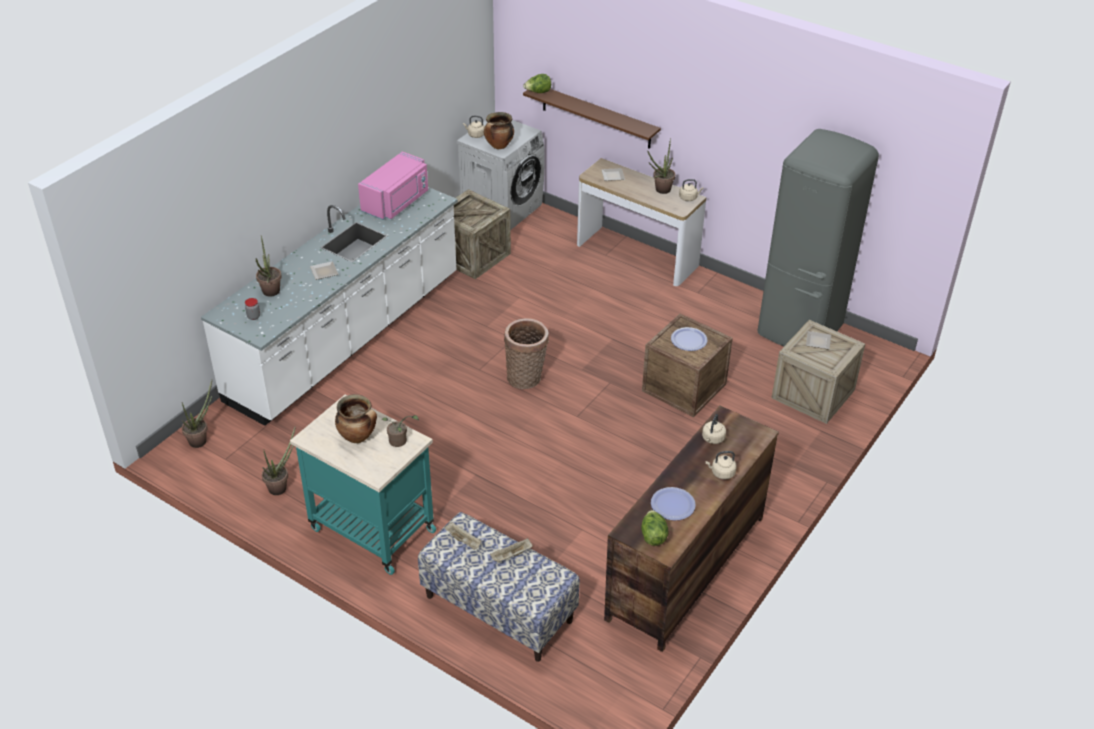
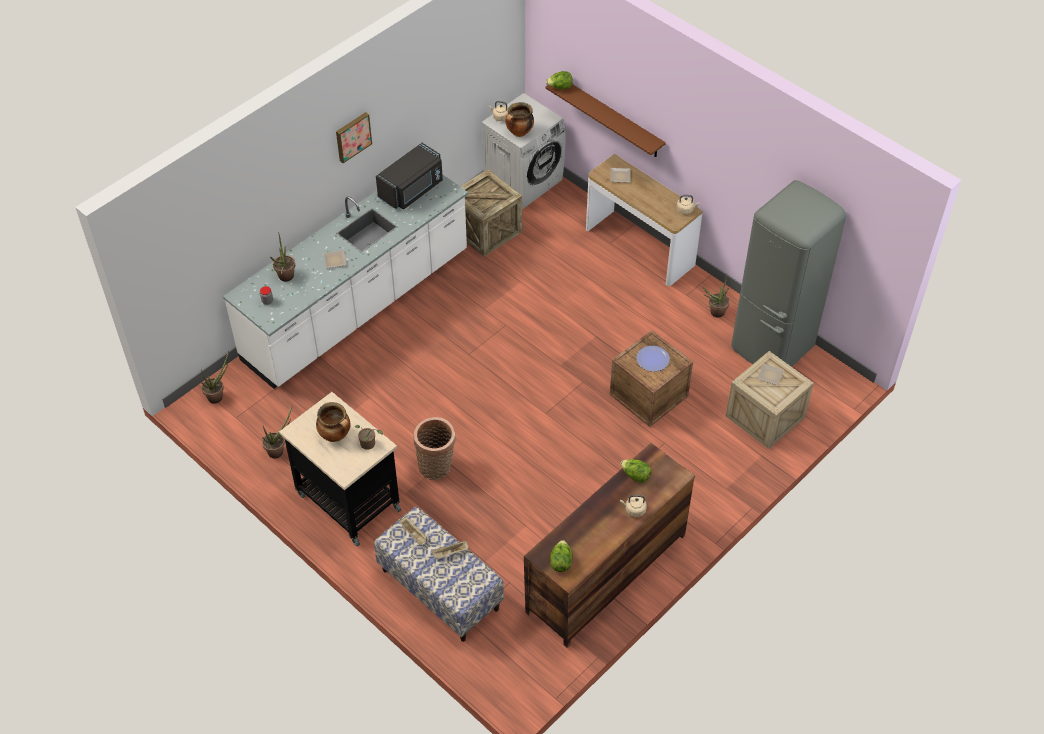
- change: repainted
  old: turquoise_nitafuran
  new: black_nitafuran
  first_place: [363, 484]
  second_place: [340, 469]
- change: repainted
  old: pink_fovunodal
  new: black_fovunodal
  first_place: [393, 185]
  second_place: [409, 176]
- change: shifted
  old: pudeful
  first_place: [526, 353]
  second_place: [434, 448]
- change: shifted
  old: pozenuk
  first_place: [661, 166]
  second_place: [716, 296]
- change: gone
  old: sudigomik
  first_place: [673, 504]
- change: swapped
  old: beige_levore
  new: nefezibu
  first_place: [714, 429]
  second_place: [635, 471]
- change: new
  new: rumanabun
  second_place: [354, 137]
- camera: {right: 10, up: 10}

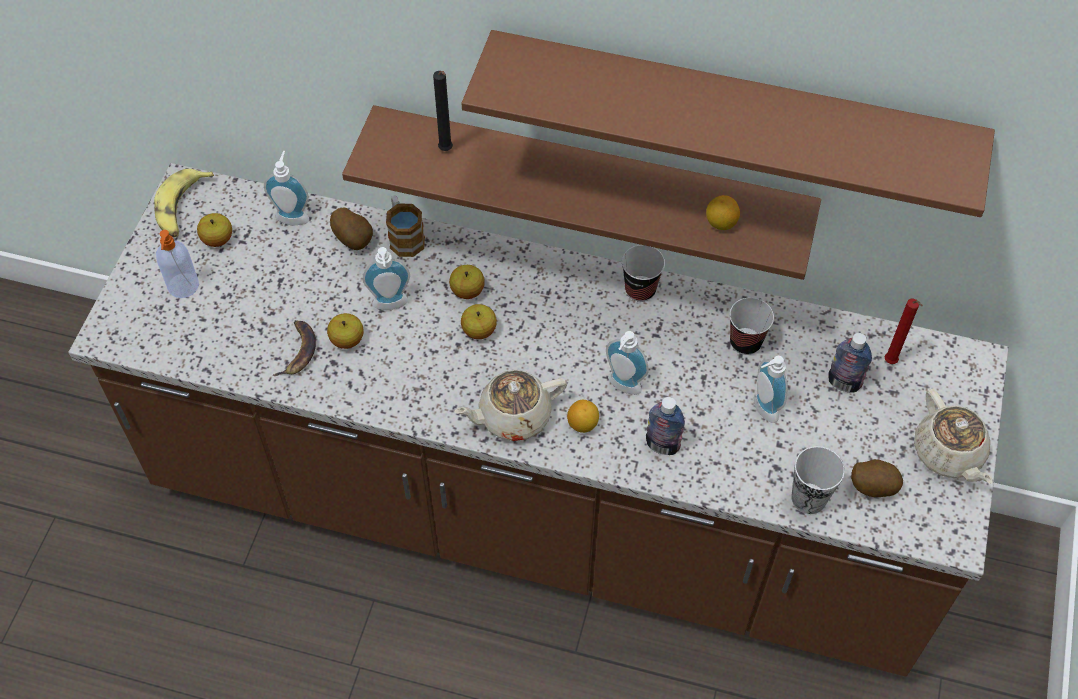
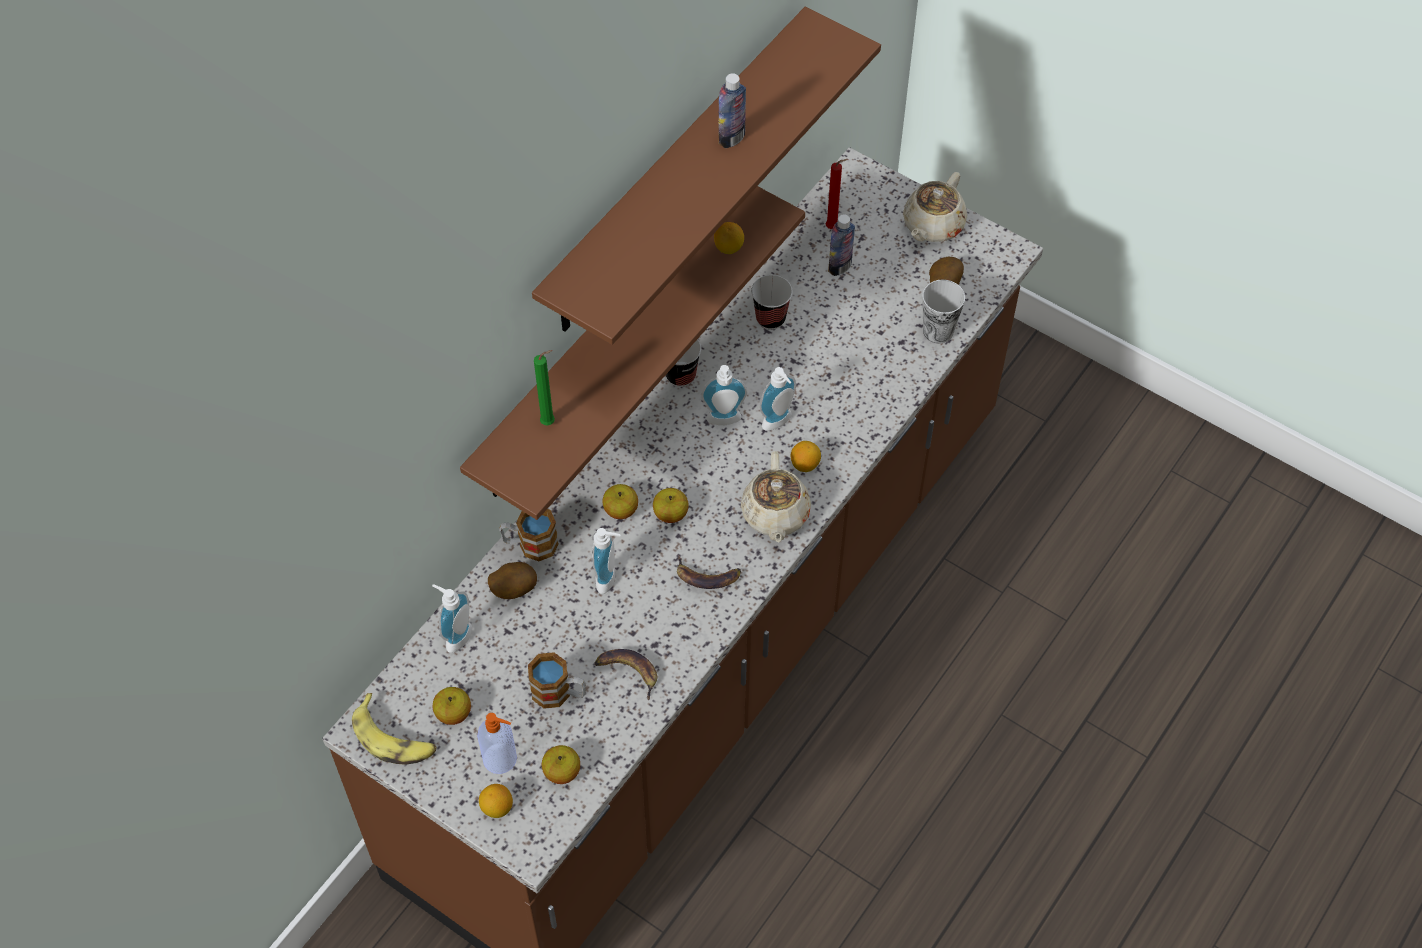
- change: shifted
  old: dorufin
  first_place: [345, 331]
  second_place: [561, 764]
- change: repainted
  old: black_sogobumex
  new: green_sogobumex
  first_place: [443, 111]
  second_place: [544, 388]
- change: shifted
  old: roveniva
  first_place: [665, 426]
  second_place: [732, 110]
- change: shifted
  old: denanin
  first_place: [770, 389]
  second_place: [724, 395]
- change: rotated
  old: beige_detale
  first_place: [953, 436]
  second_place: [935, 207]
  degrees: 120
- change: new
  new: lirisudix
  second_place: [496, 801]
- change: new
  new: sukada
  second_place: [557, 680]
- change: new
  new: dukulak
  second_place: [709, 572]
- camera: {right: -70, up: 0}

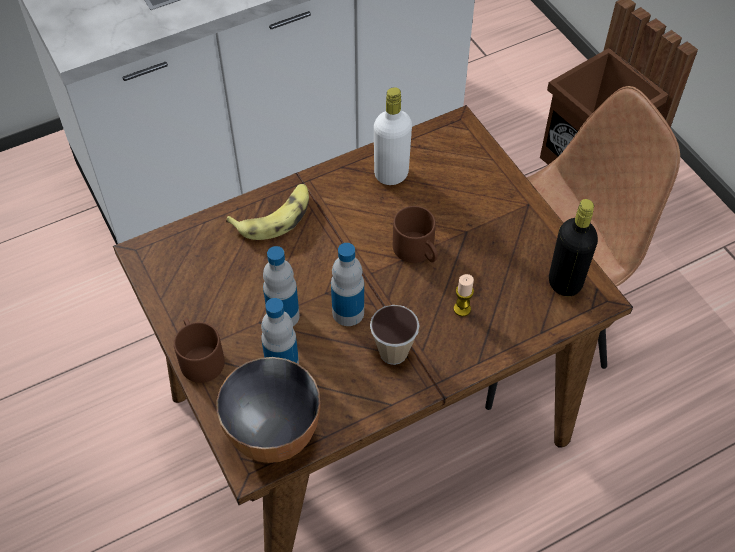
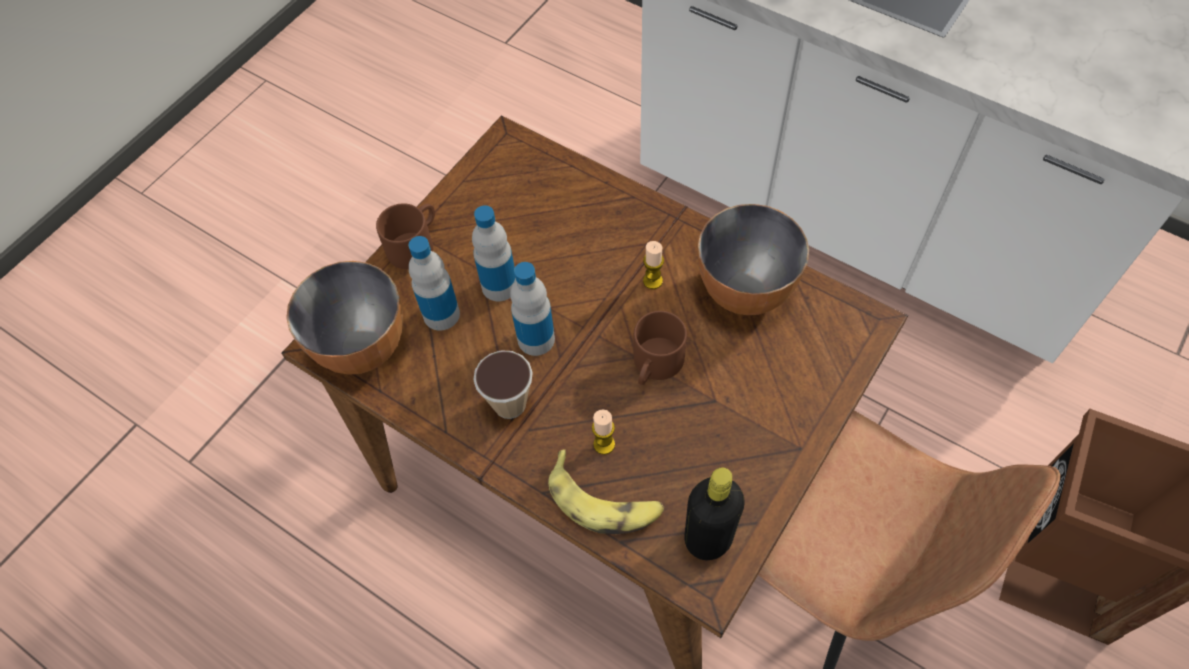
- change: shifted
  old: dukulak
  first_place: [267, 212]
  second_place: [606, 491]
- change: swapped
  old: white_roveniva
  new: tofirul
  first_place: [393, 136]
  second_place: [753, 259]
- change: new
  new: sogobumex
  second_place: [653, 265]
- camera: {right: 65, up: 5}

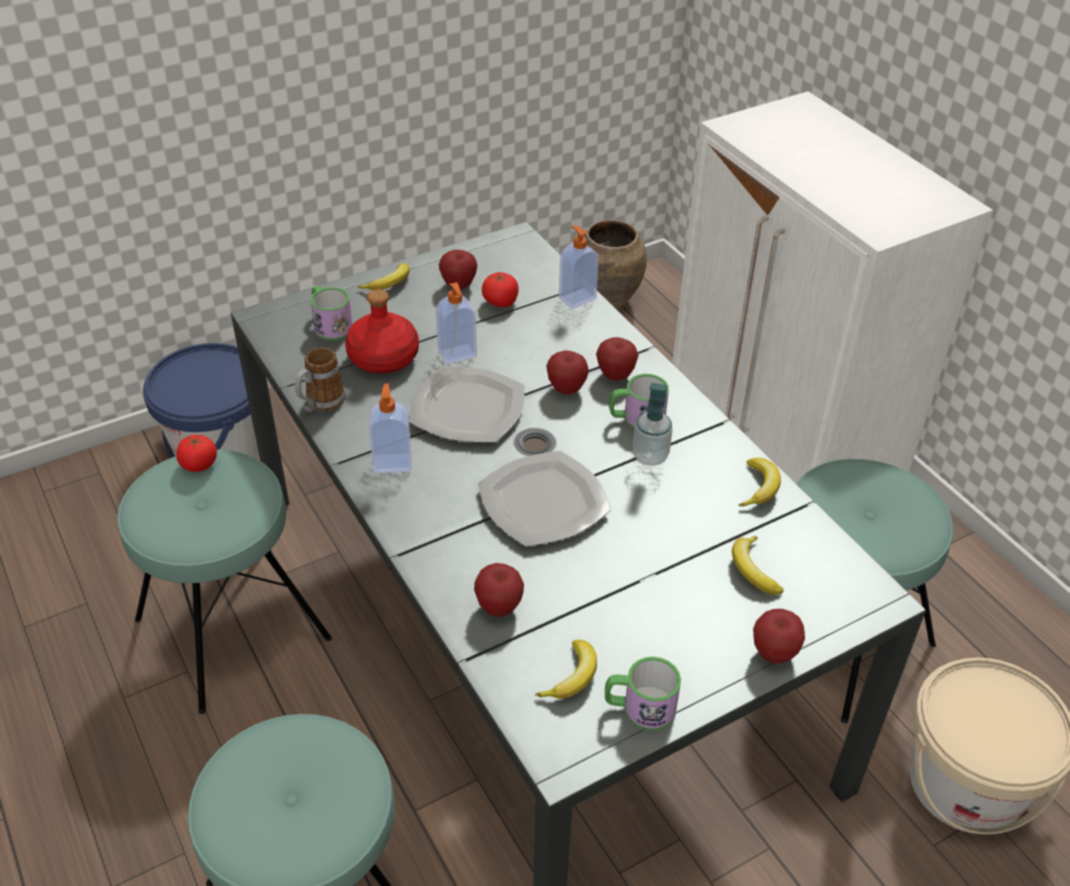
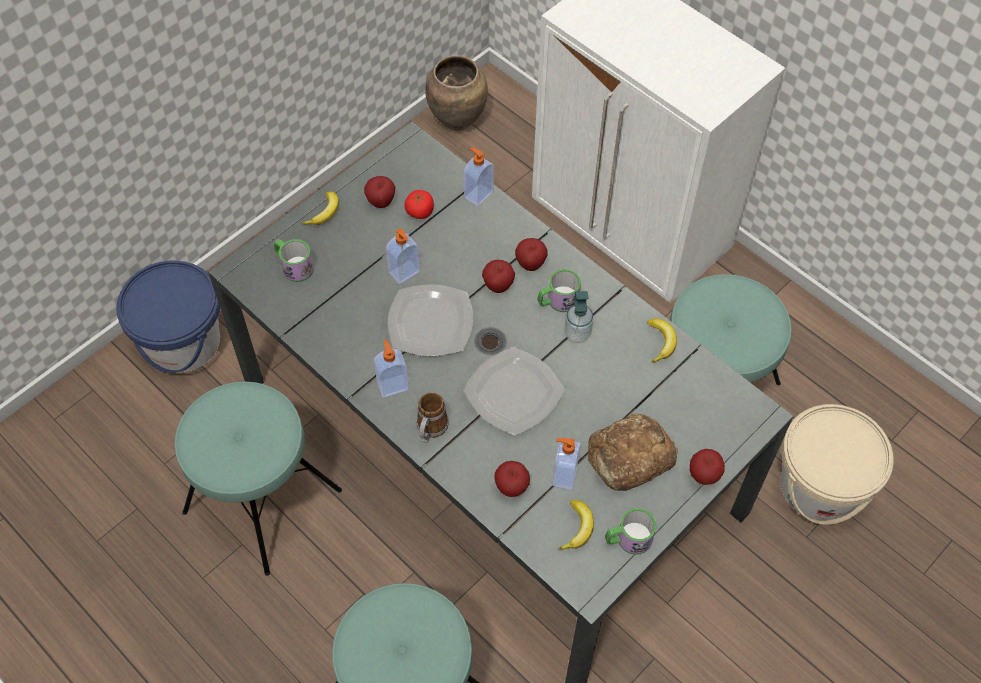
- change: gone
  old: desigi
  first_place: [196, 453]
- change: shifted
  old: sukada
  first_place: [320, 379]
  second_place: [432, 417]
- change: gone
  old: red_roveniva
  first_place: [382, 331]
- change: gone
  old: dukulak
  first_place: [757, 565]
- change: new
  new: denanin
  second_place: [567, 464]
- change: new
  new: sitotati
  second_place: [633, 452]
- camera: {right: -15, up: 15}

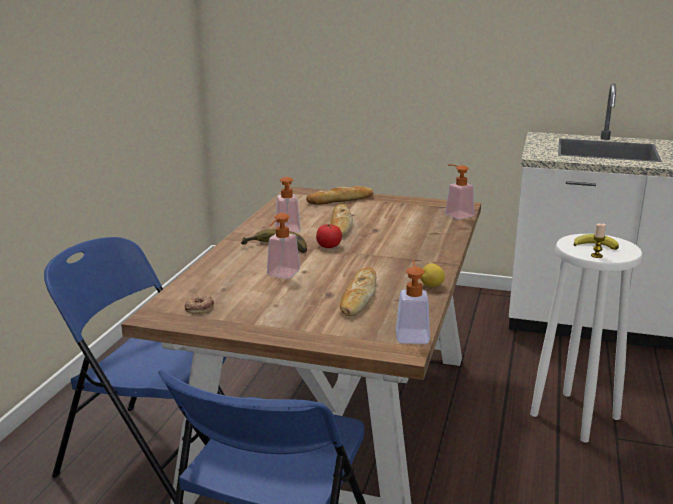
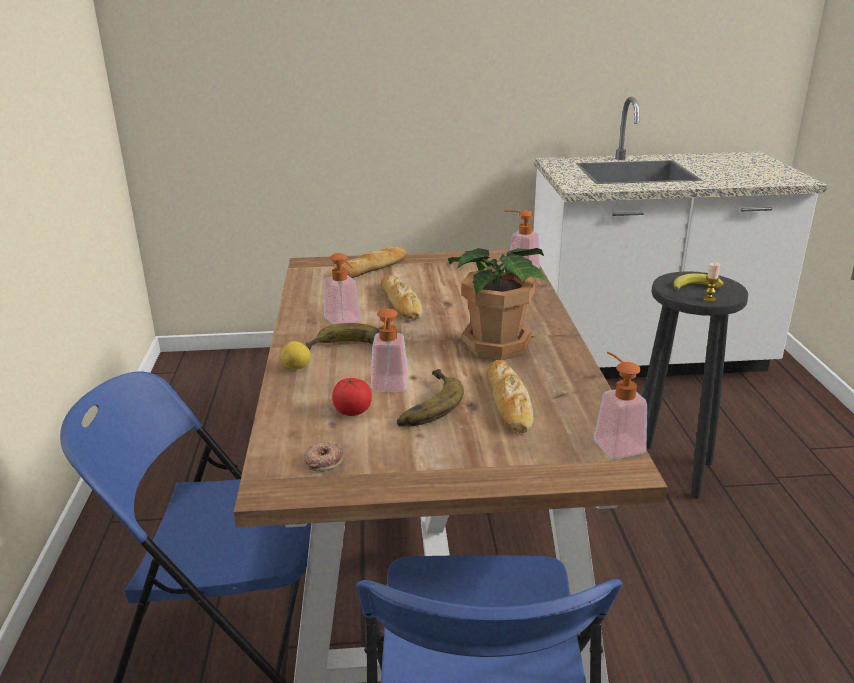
- change: shifted
  old: desigi
  first_place: [329, 236]
  second_place: [352, 397]
- change: shifted
  old: lirisudix
  first_place: [433, 275]
  second_place: [296, 355]
- change: repainted
  old: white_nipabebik
  new: black_nipabebik
  first_place: [586, 338]
  second_place: [695, 385]
- change: new
  new: dukulak
  second_place: [430, 398]
- change: new
  new: pozenuk
  second_place: [498, 304]
- camera: {right: -20, up: 5}

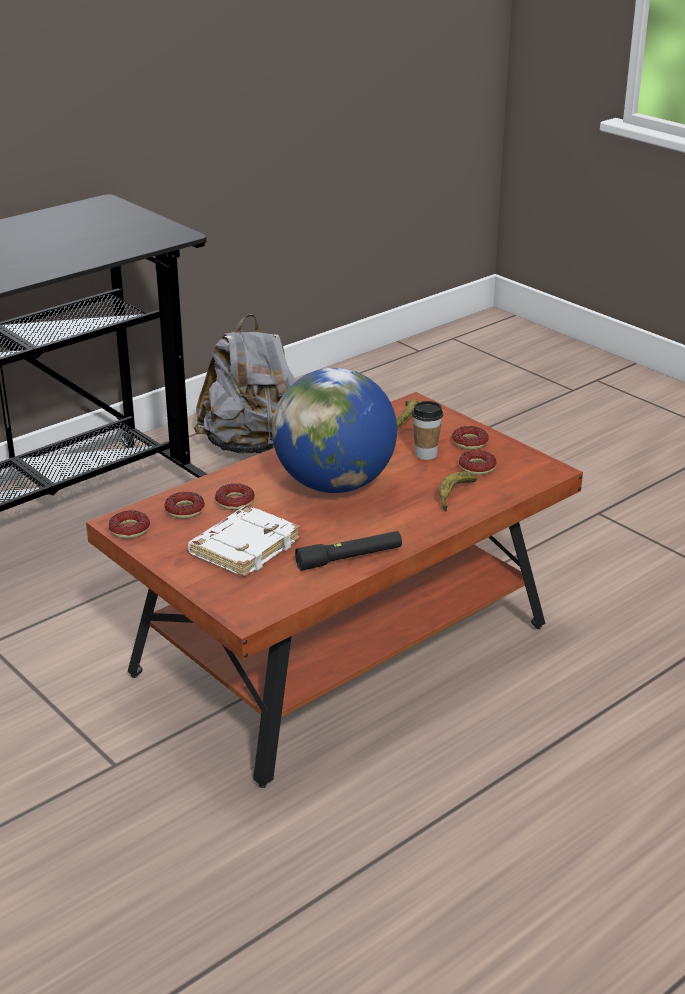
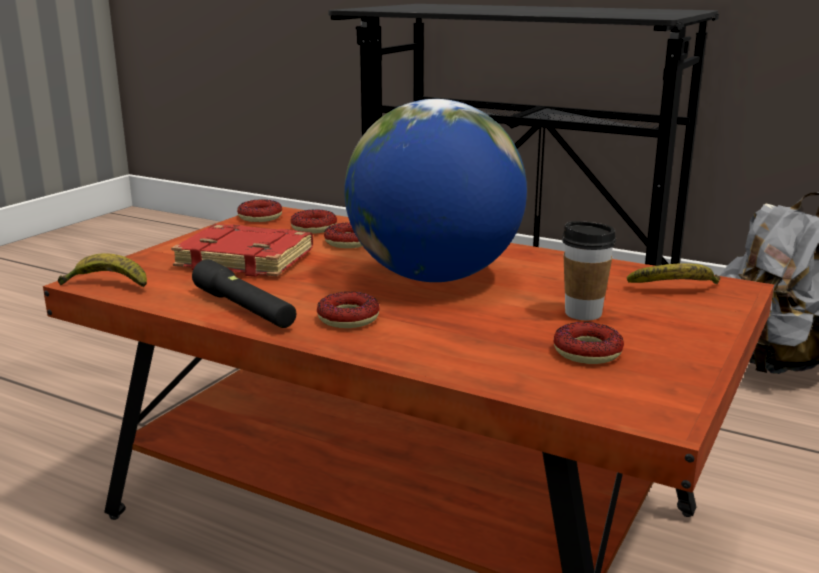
- change: repainted
  old: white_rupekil
  new: red_rupekil
  first_place: [244, 541]
  second_place: [242, 250]
- change: shifted
  old: dukulak
  first_place: [458, 492]
  second_place: [102, 270]
- change: shifted
  old: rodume
  first_place: [470, 438]
  second_place: [348, 310]
- camera: {right: 70, up: -10}

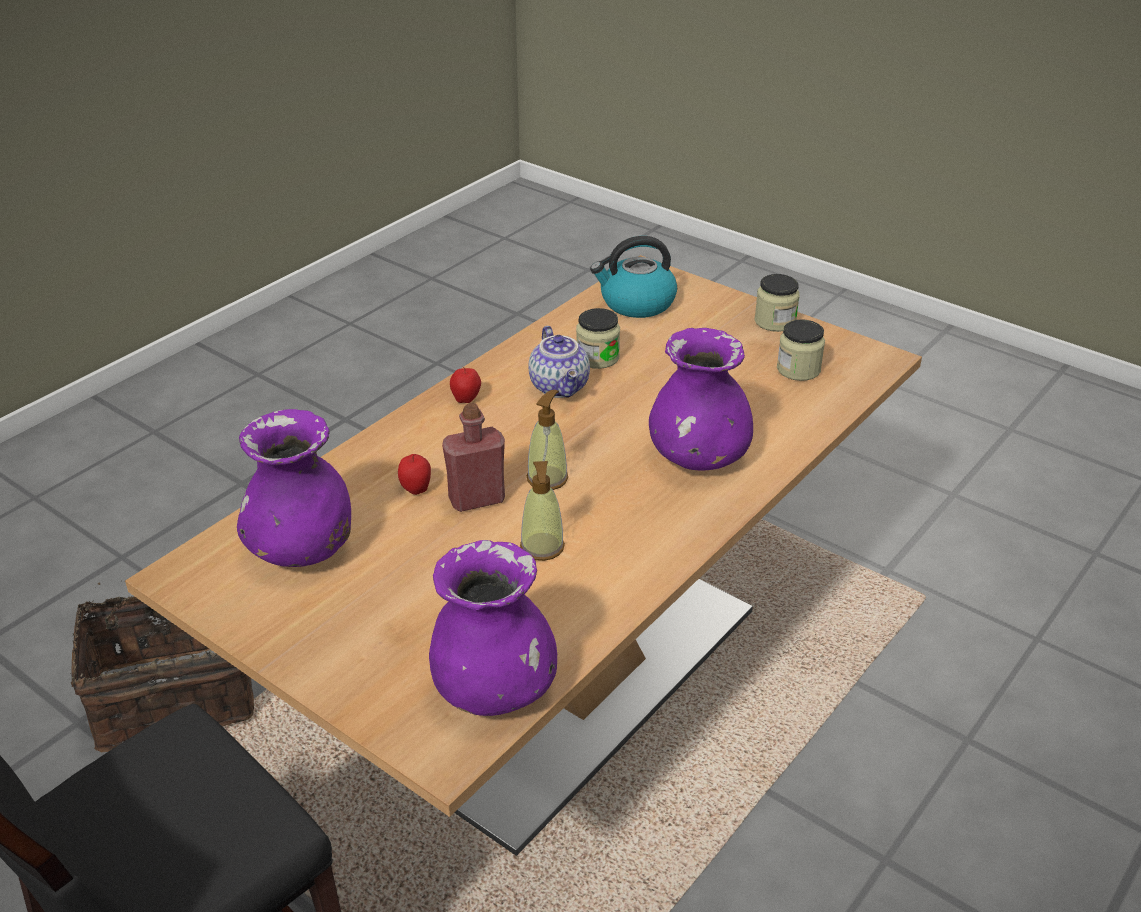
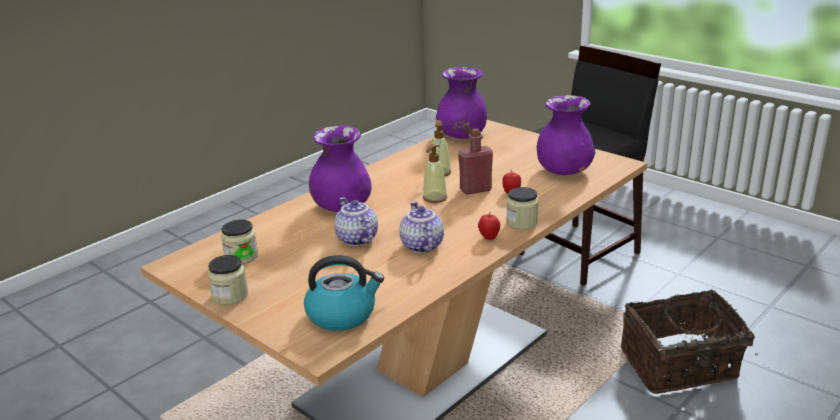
- change: shifted
  old: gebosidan
  first_place: [598, 338]
  second_place: [522, 208]
- change: new
  new: detale
  second_place: [356, 221]
- camera: {right: -175, up: -10}

